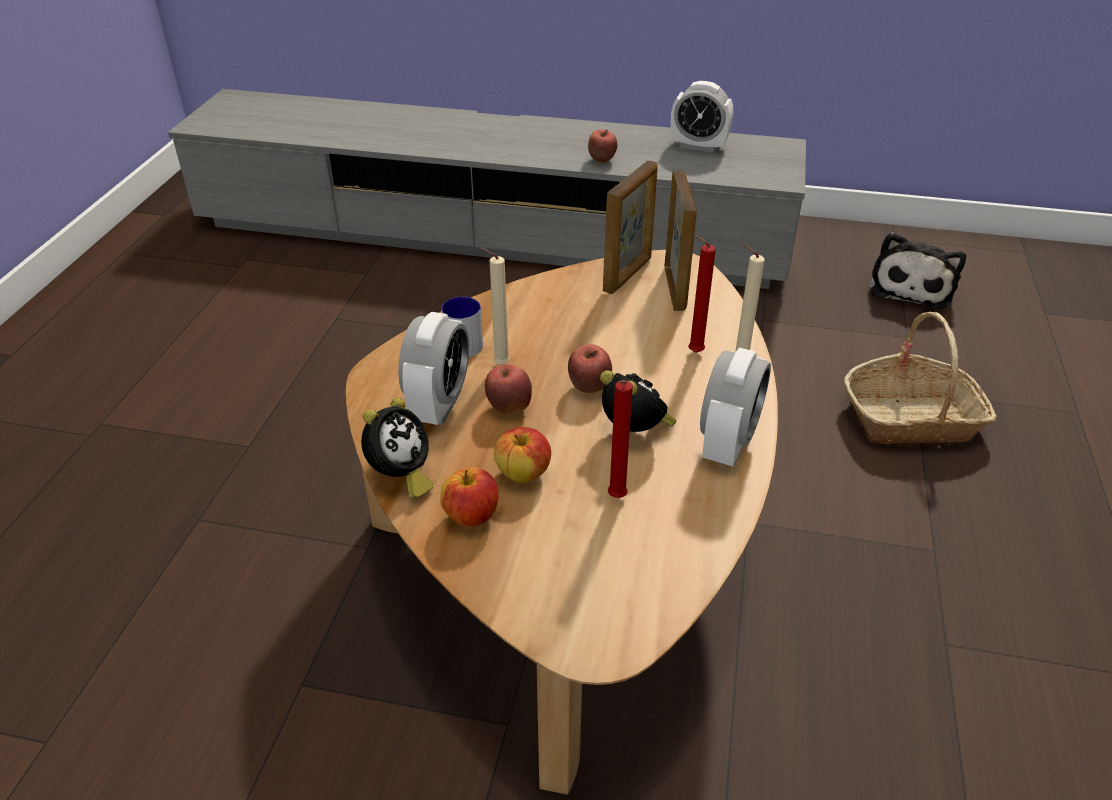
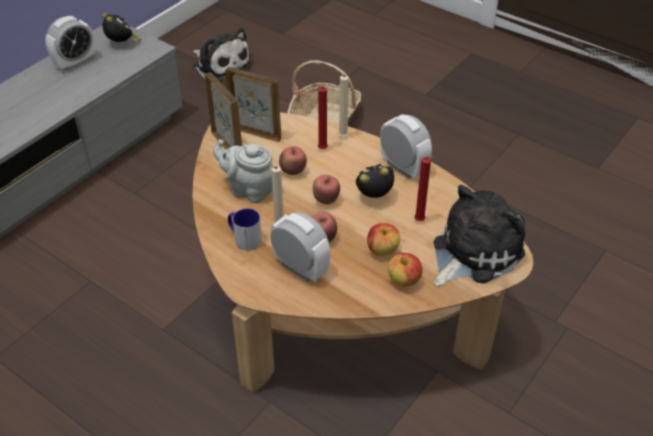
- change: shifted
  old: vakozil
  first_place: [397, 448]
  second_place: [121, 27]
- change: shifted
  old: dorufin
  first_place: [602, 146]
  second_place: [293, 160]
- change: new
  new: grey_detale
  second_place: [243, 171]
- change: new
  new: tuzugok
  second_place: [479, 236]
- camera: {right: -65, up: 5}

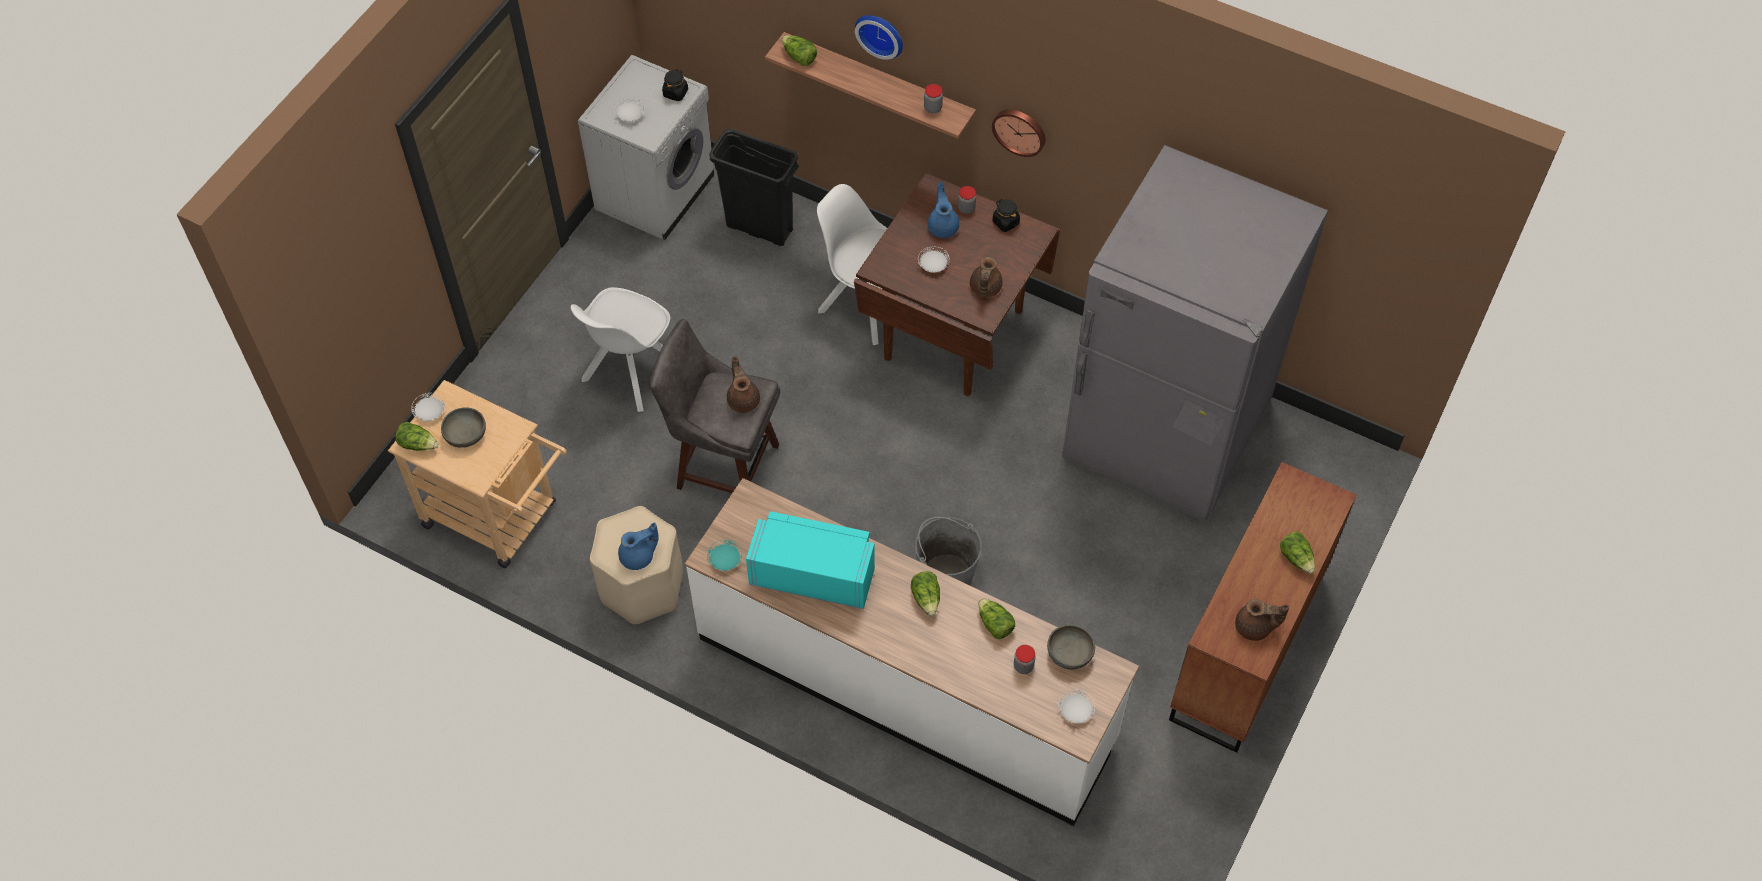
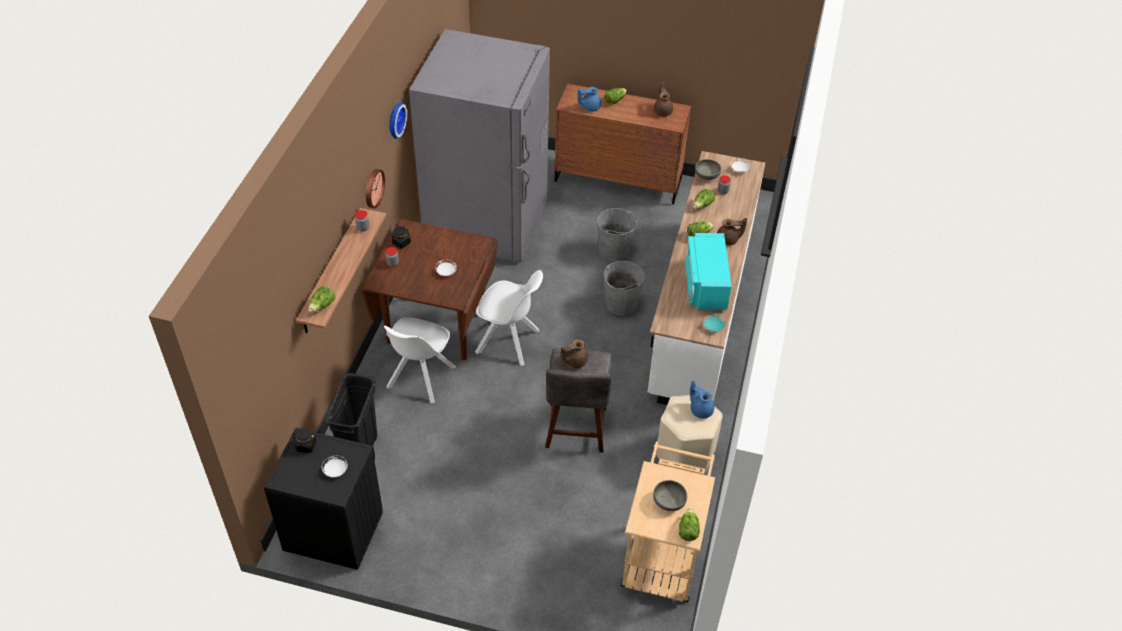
- change: gone
  old: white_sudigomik
  first_place: [428, 407]
- change: shifted
  old: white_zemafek
  first_place: [620, 349]
  second_place: [509, 318]
- change: repainted
  old: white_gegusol
  new: black_gegusol
  first_place: [646, 147]
  second_place: [323, 499]
- change: shifted
  old: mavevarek
  first_place: [879, 37]
  second_place: [398, 120]
- change: shifted
  old: blue_detale
  first_place: [943, 210]
  second_place: [589, 99]
- change: shifted
  old: brown_detale
  first_place: [986, 277]
  second_place: [732, 232]
- change: new
  new: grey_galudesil
  second_place: [616, 234]
- camera: {right: -105, up: -10}

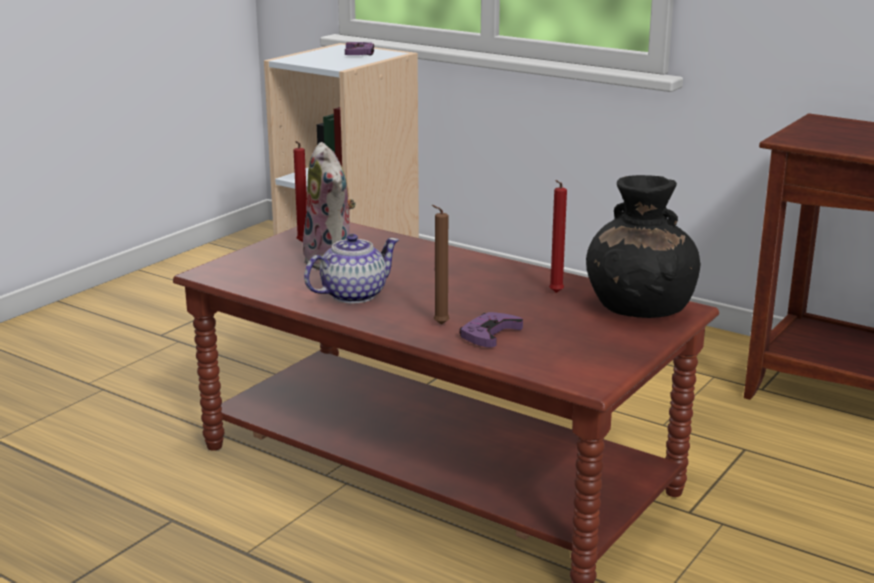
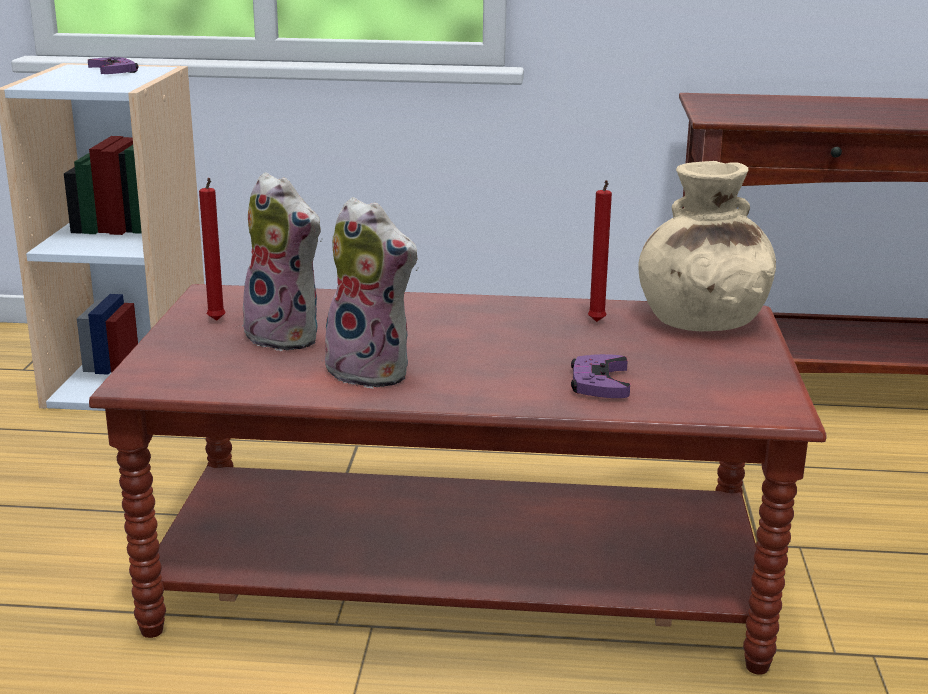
- change: swapped
  old: detale
  new: tuzugok
  first_place: [351, 268]
  second_place: [369, 293]
- change: gone
  old: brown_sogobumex
  first_place: [440, 265]
- change: repainted
  old: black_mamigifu
  new: beige_mamigifu
  first_place: [643, 246]
  second_place: [707, 246]
- camera: {right: -30, up: 0}

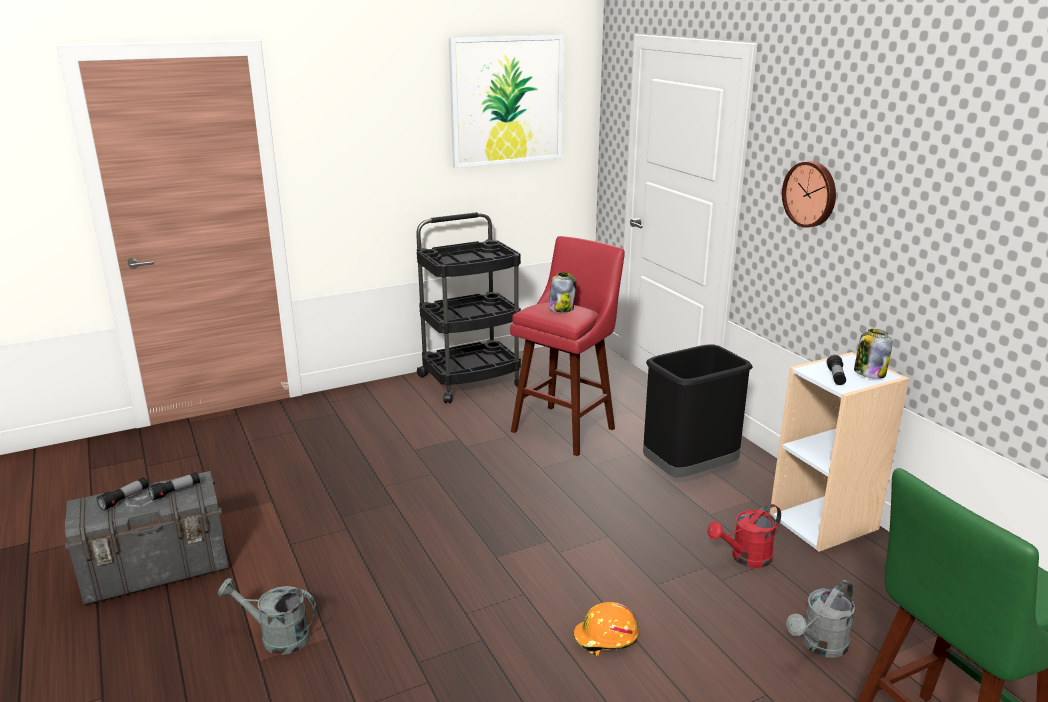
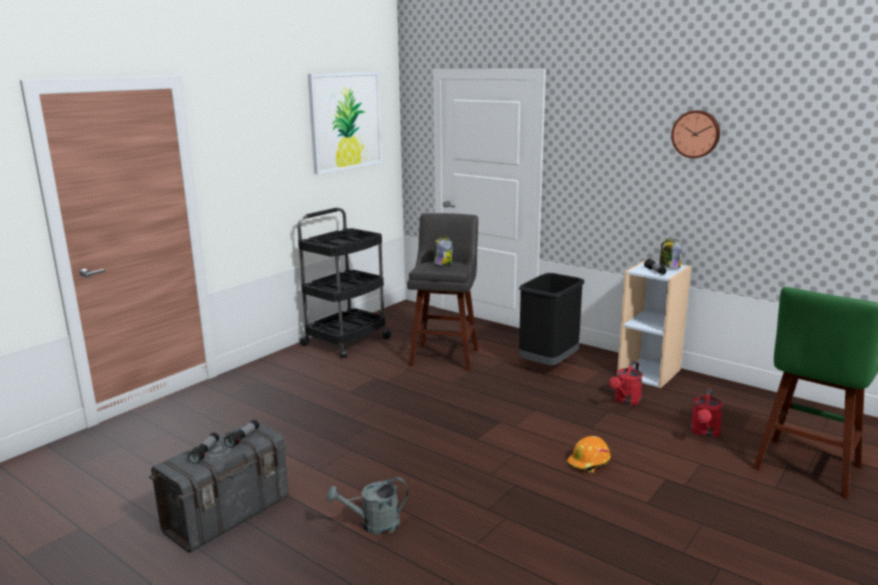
- change: repainted
  old: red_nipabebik
  new: grey_nipabebik
  first_place: [567, 346]
  second_place: [442, 292]
- change: shifted
  old: mavevarek
  first_place: [809, 194]
  second_place: [695, 134]
- change: repainted
  old: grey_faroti
  new: red_faroti
  first_place: [820, 619]
  second_place: [707, 413]
- camera: {right: -25, up: -5}

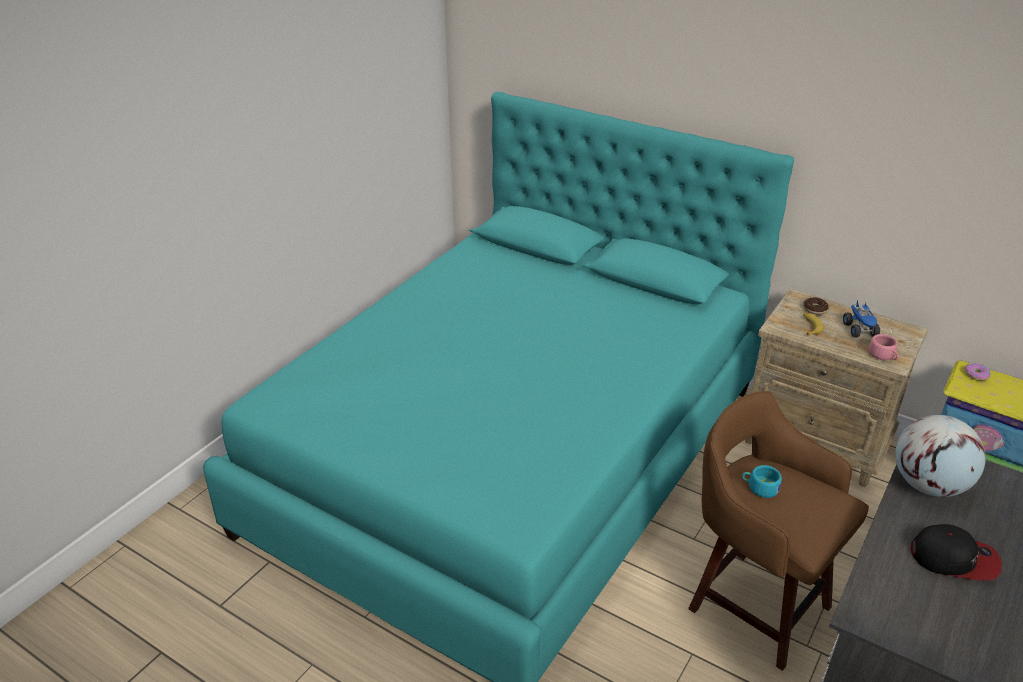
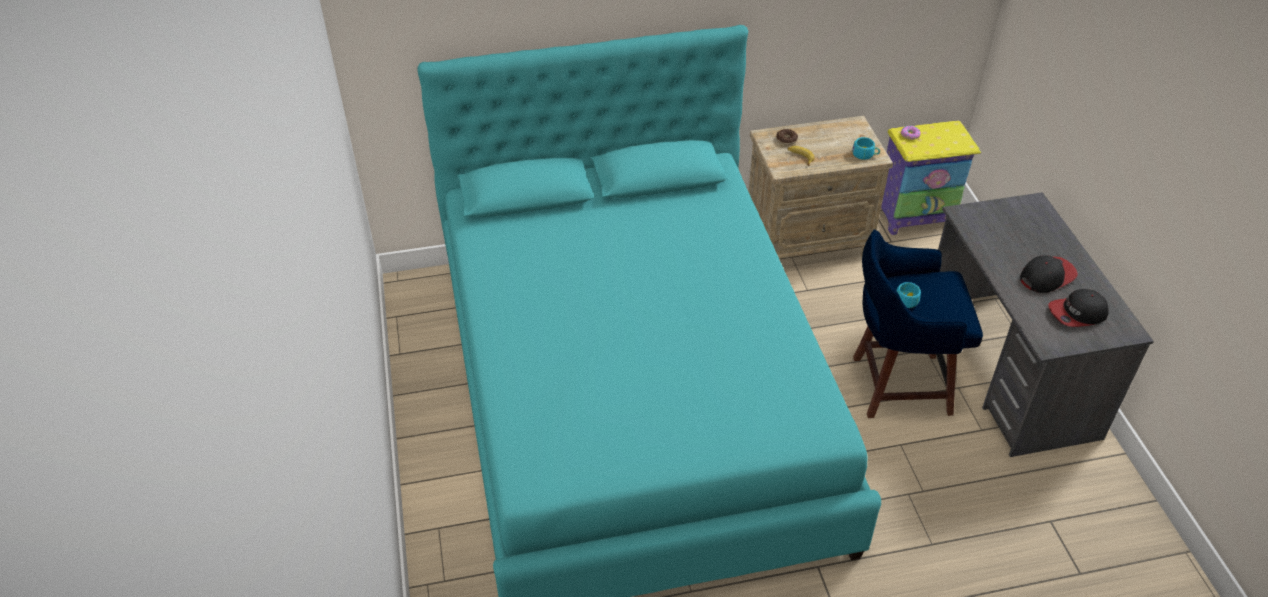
- change: repainted
  old: brown_nipabebik
  new: blue_nipabebik
  first_place: [778, 531]
  second_place: [918, 323]
- change: gone
  old: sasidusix
  first_place: [861, 319]
- change: repainted
  old: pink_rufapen
  new: turquoise_rufapen
  first_place: [883, 347]
  second_place: [866, 148]
- change: gone
  old: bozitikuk
  first_place: [940, 456]
- change: new
  new: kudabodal
  second_place: [1079, 308]
- camera: {right: -45, up: 10}

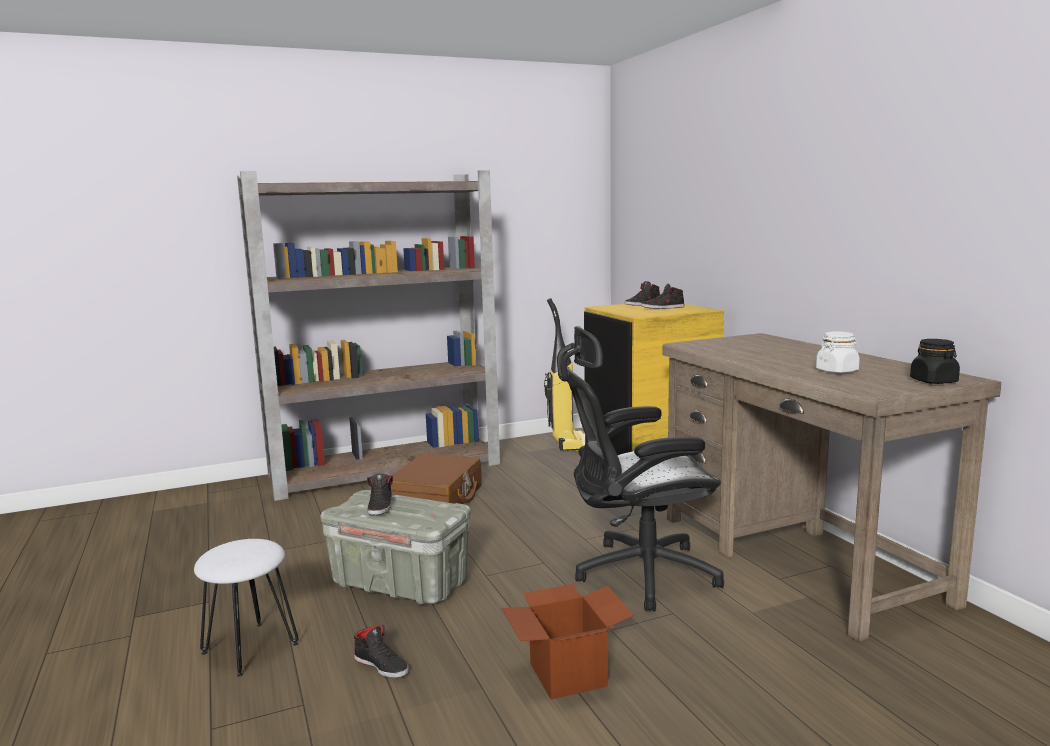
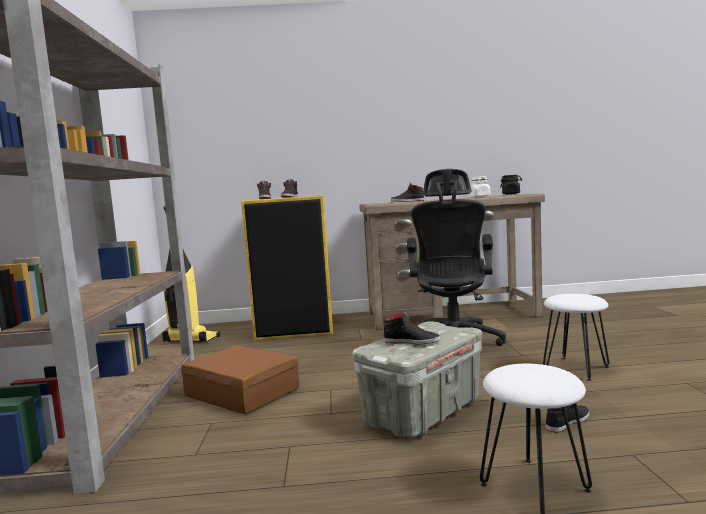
- change: swapped
  old: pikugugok
  new: white_nipabebik
  first_place: [568, 642]
  second_place: [576, 337]
- change: new
  new: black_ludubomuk
  second_place: [407, 192]
- camera: {right: -70, up: -5}

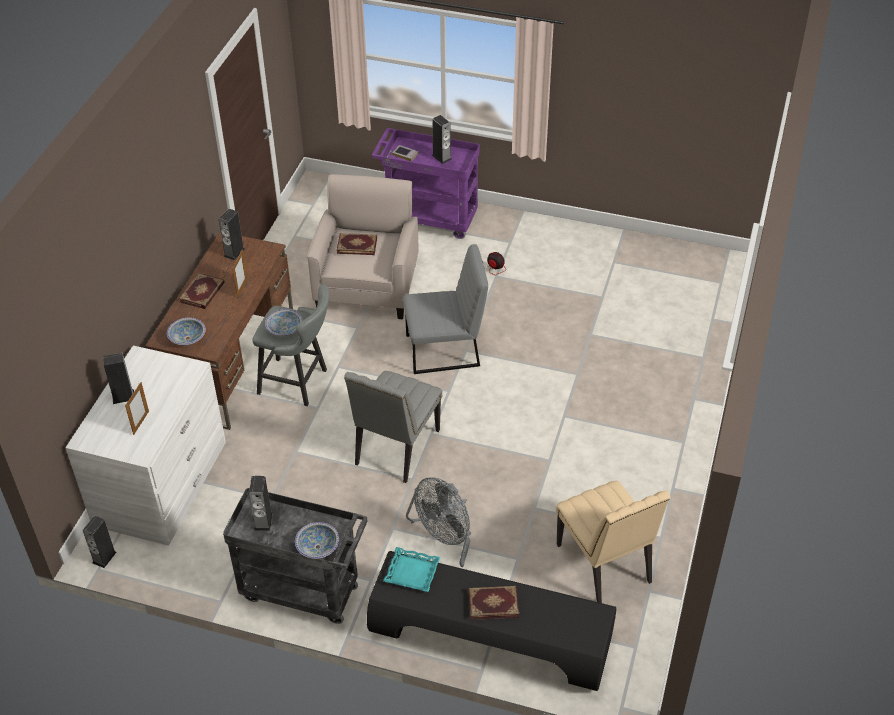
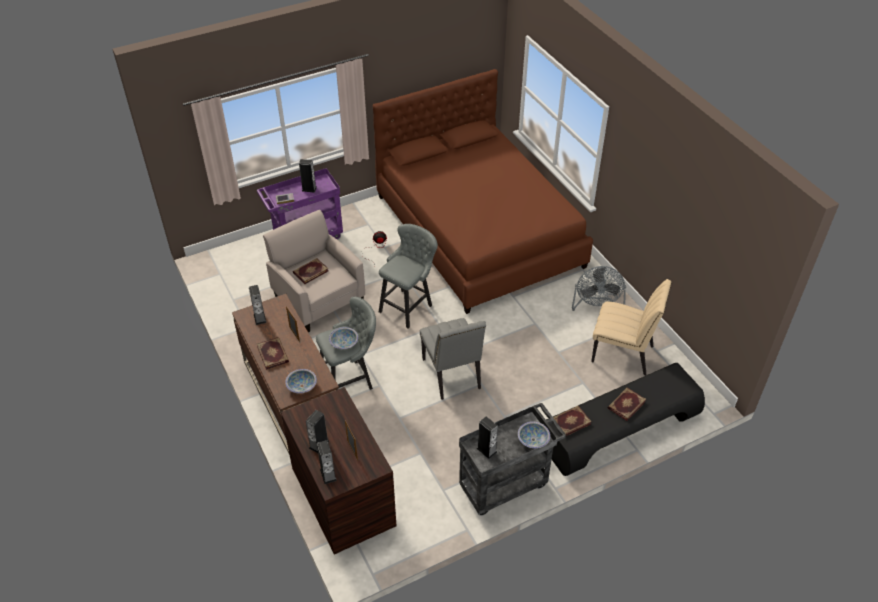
- change: repainted
  old: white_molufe
  new: brown_molufe
  first_place: [145, 446]
  second_place: [338, 470]
- change: shifted
  old: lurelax
  first_place: [100, 542]
  second_place: [327, 462]
- change: swapped
  old: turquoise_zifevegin
  new: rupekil
  first_place: [411, 569]
  second_place: [572, 421]
- change: swapped
  old: grey_zemafek
  new: grey_nipabebik
  first_place: [445, 309]
  second_place: [408, 276]
- change: shifted
  old: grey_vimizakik
  first_place: [438, 522]
  second_place: [599, 288]
- change: new
  new: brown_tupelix
  second_place: [483, 191]
- camera: {right: -45, up: 0}

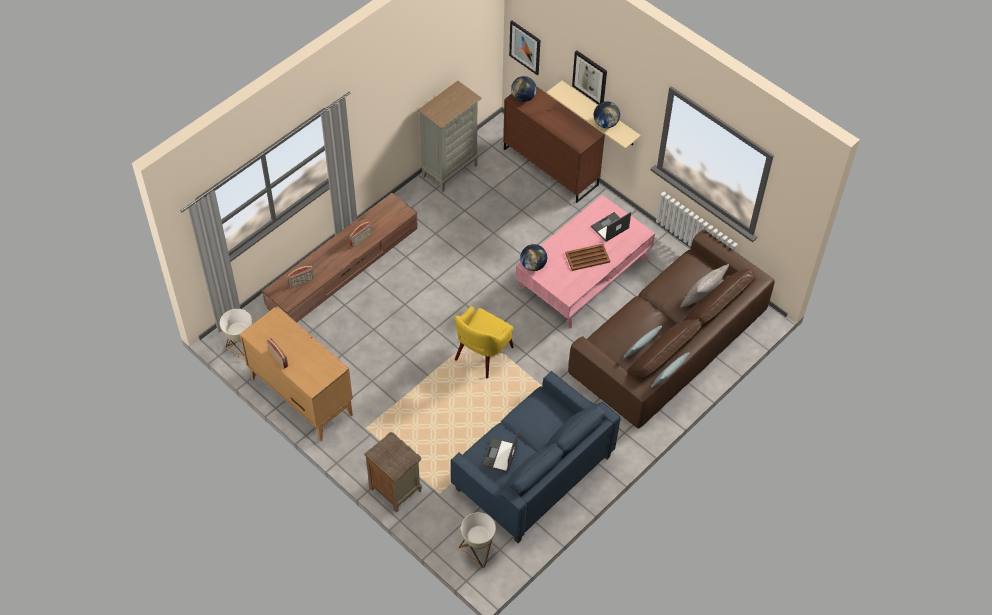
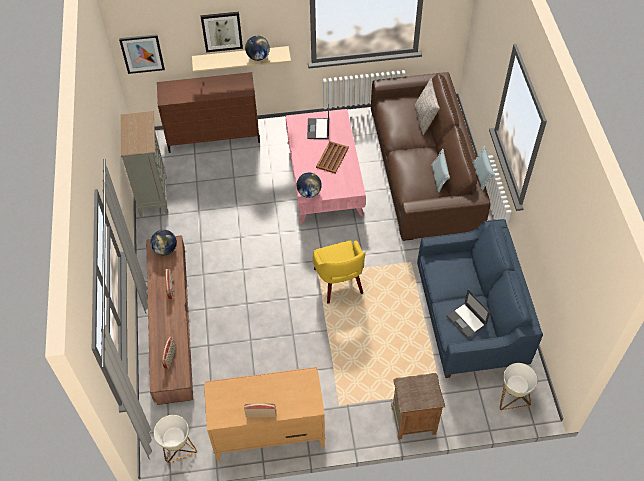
- change: shifted
  old: bozitikuk
  first_place: [524, 89]
  second_place: [164, 242]
- camera: {right: -50, up: 0}

